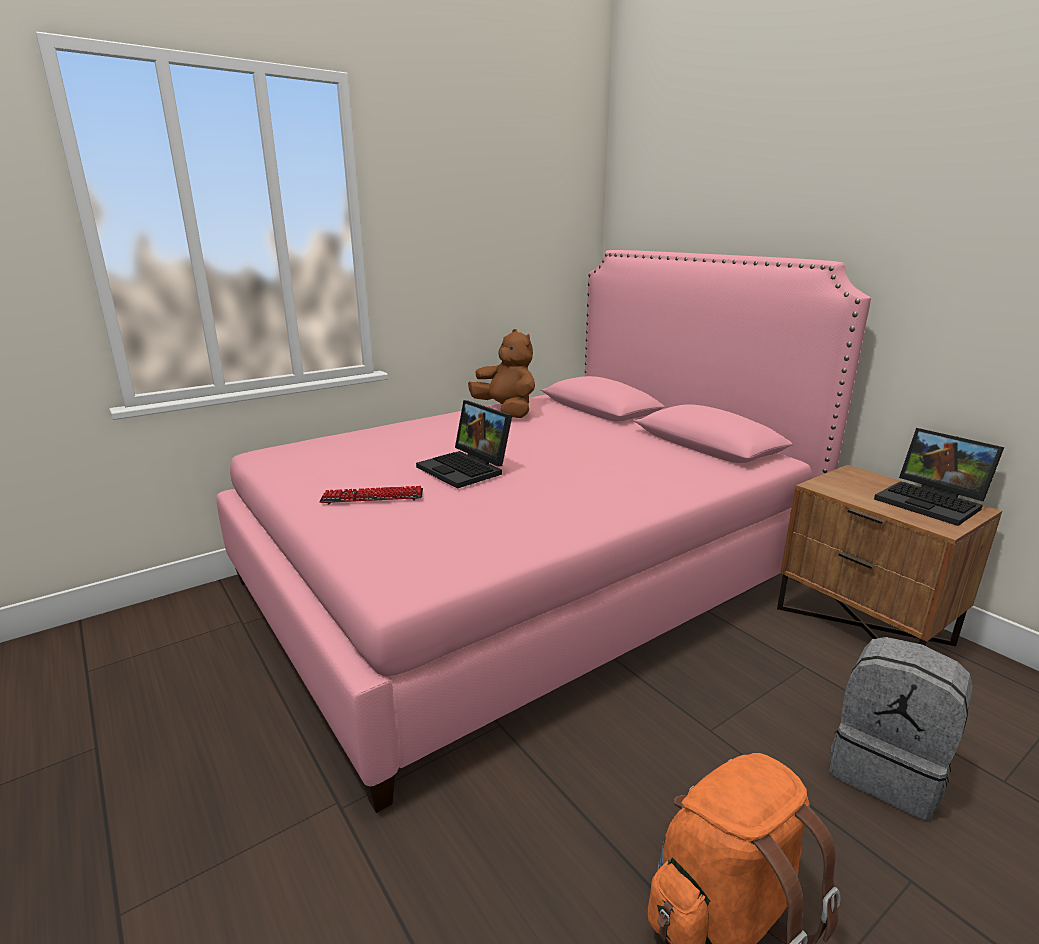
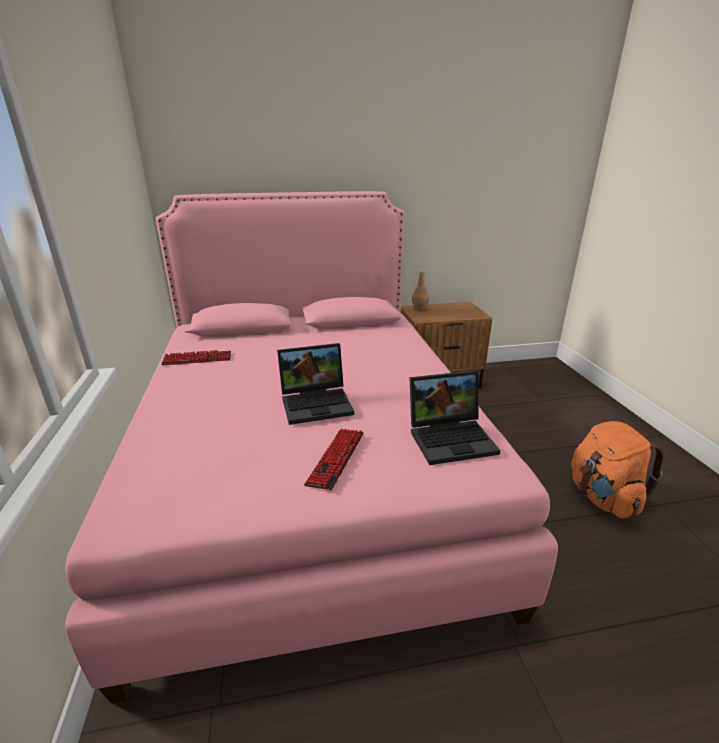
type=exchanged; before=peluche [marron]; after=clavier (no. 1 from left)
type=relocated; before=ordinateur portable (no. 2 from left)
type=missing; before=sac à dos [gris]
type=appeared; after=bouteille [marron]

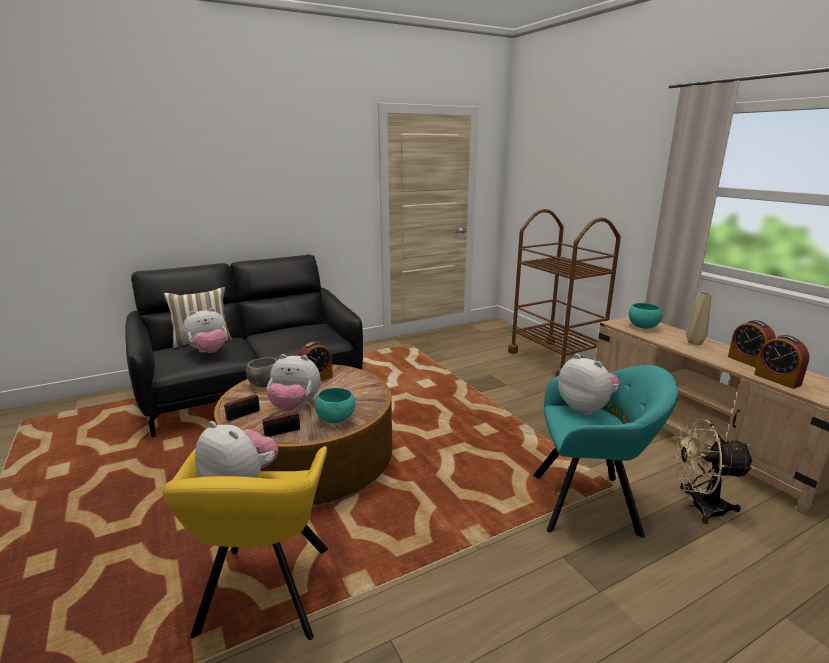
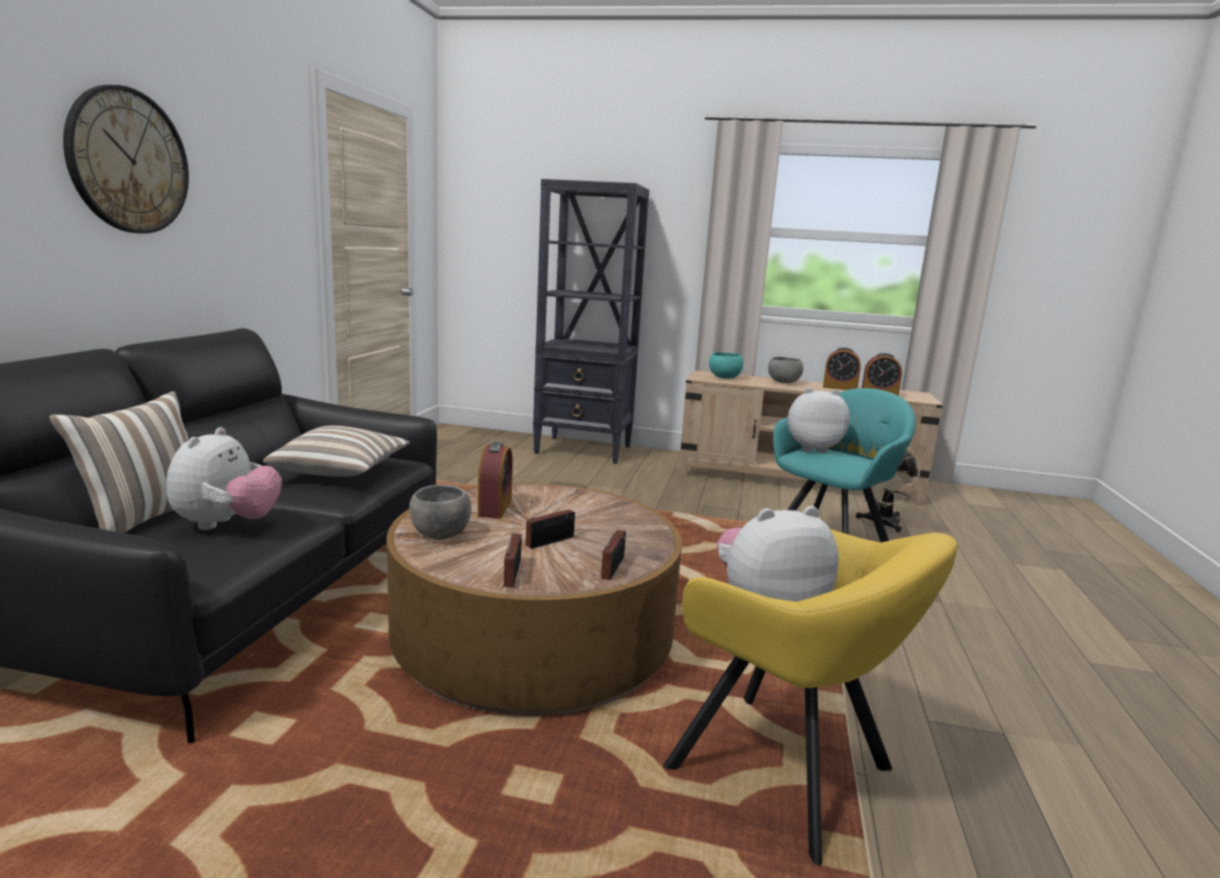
type=exchanged; before=chariot [marron]; after=bibliothèque [noir]
type=exchanged; before=vase [beige]; after=bol [gris] (no. 2 from left)
type=exchanged; before=peluche (no. 3 from left); after=radio (no. 2 from left)
type=missing; before=bol [turquoise] (no. 1 from left)
type=appeared; after=horloge murale
type=appeared; after=coussin (no. 2 from left)

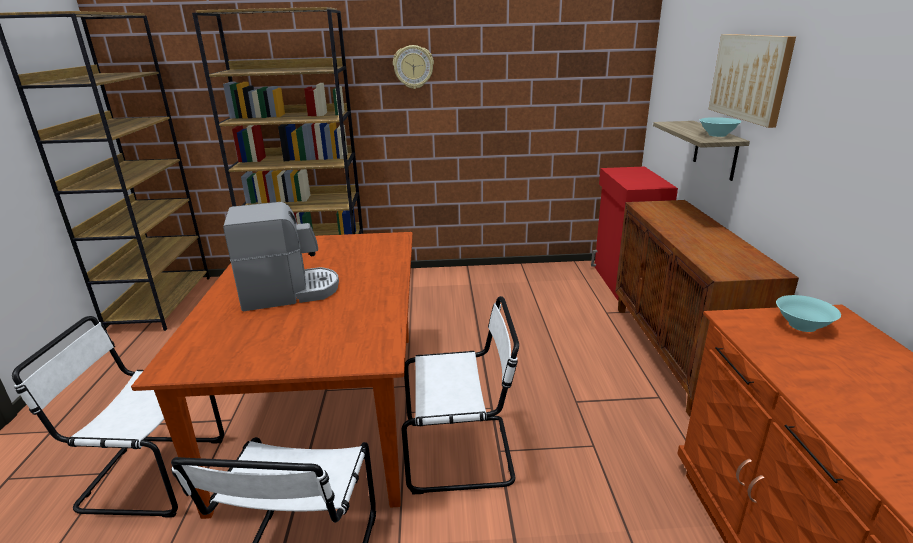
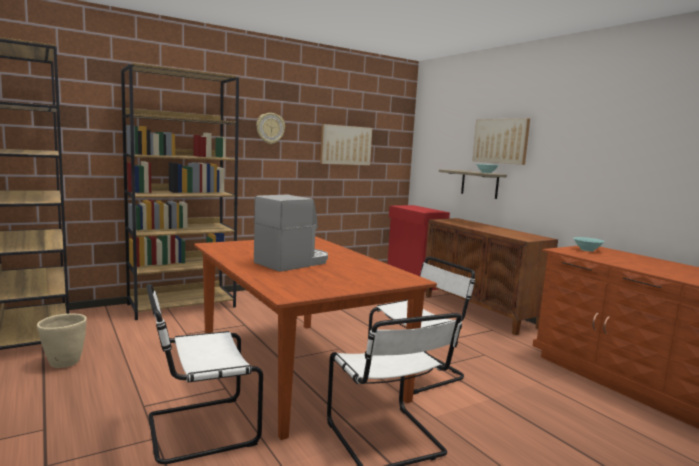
type=appeared; after=tableau (no. 1 from left)
type=appeared; after=cache-pot [beige]

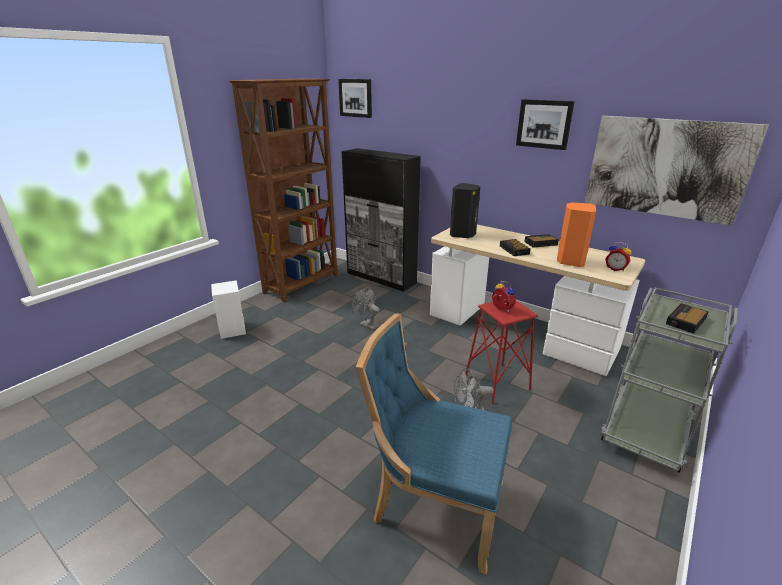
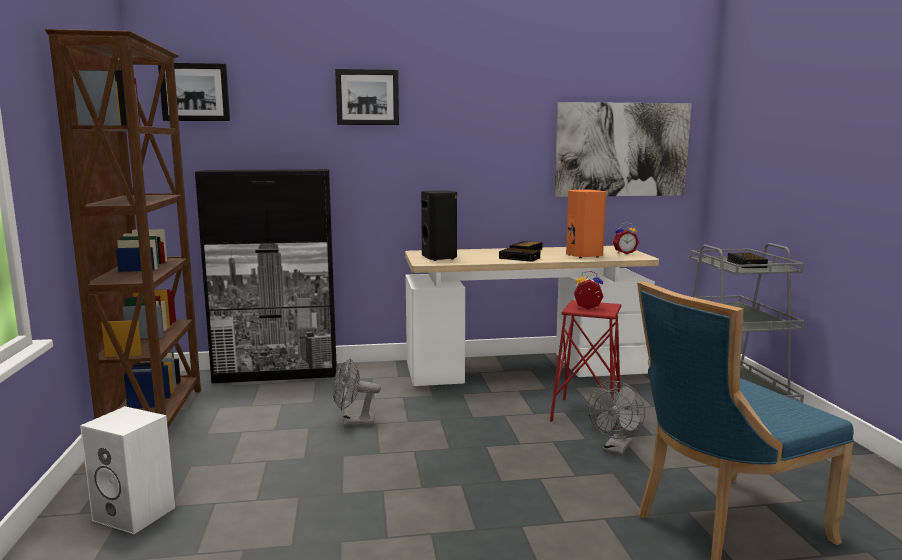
type=relocated; before=tableau (no. 2 from left)

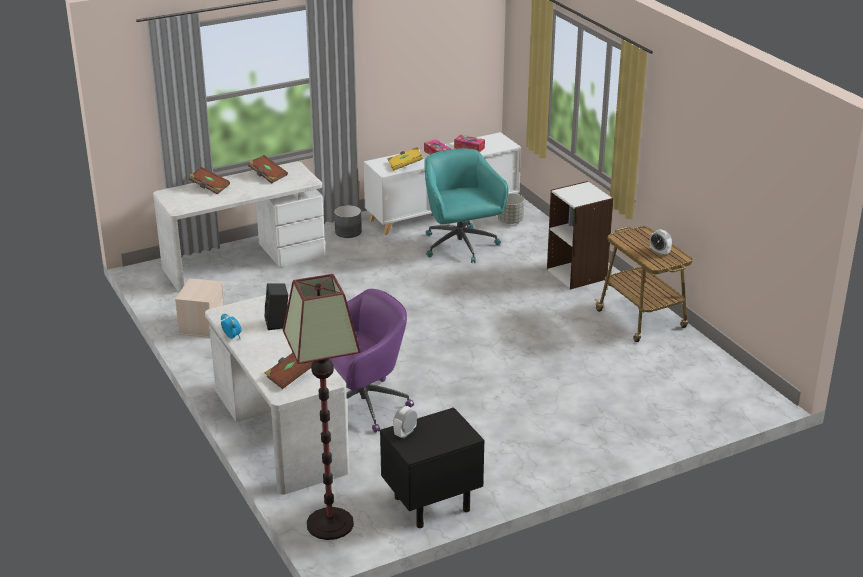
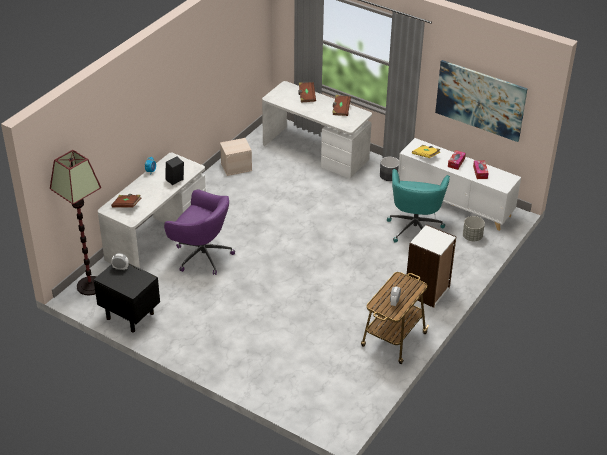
type=spun; before=chaise de bureau [turquoise]; turn=150
type=appeared; after=tableau

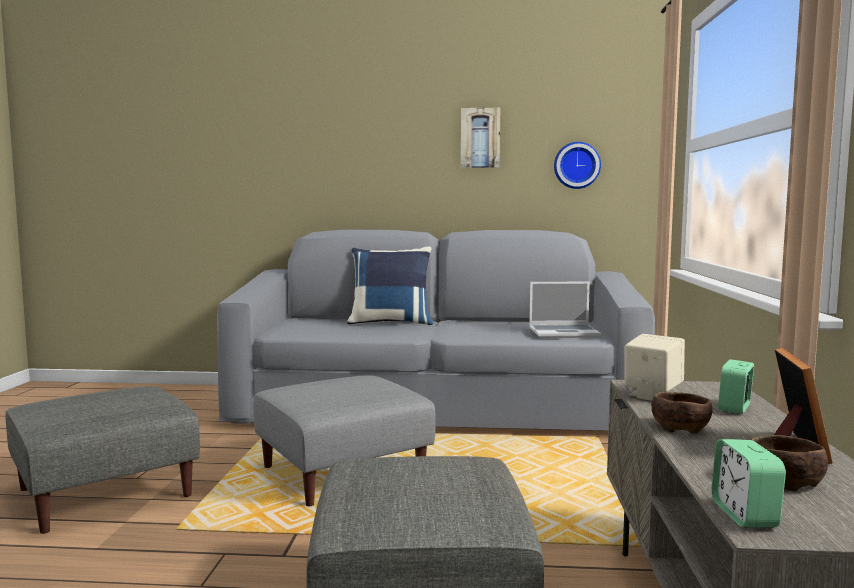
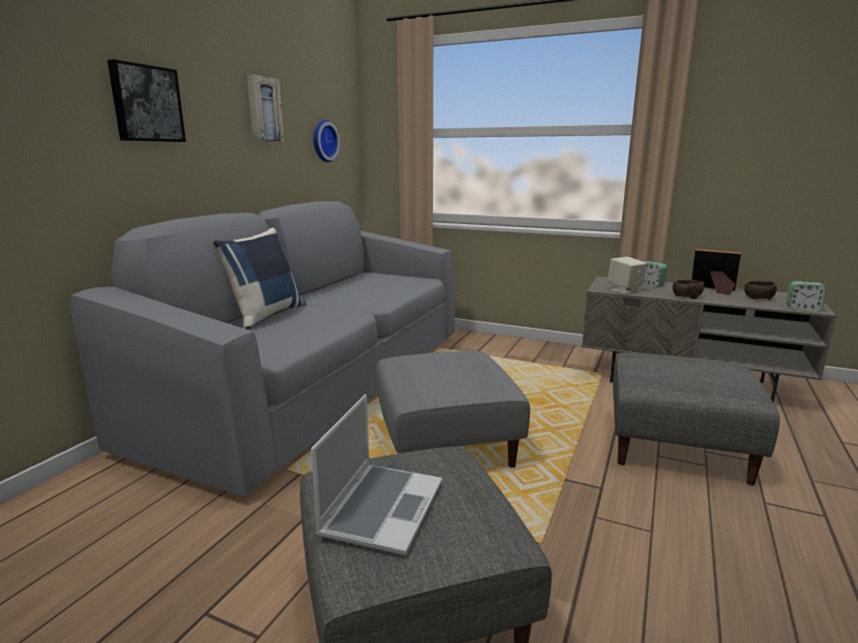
type=relocated; before=ordinateur portable
type=appeared; after=tableau (no. 1 from left)

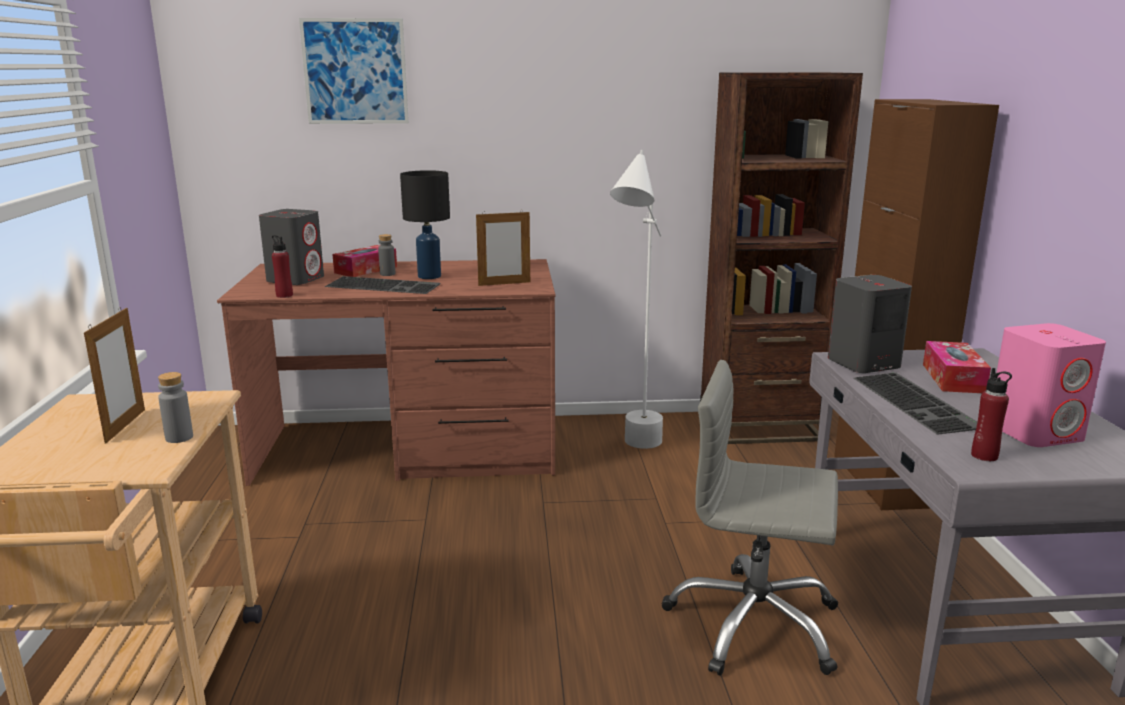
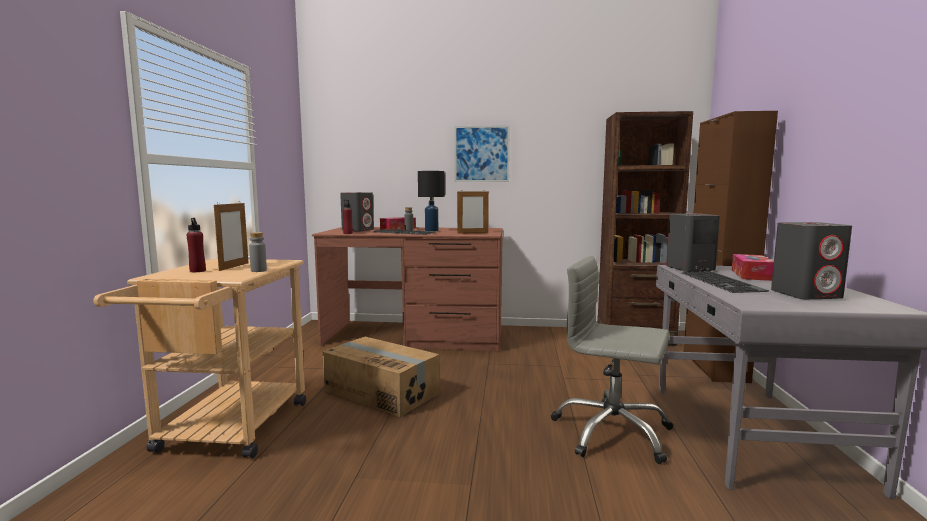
type=relocated; before=tableau
type=missing; before=lampadaire [blanc]
type=colour; before=enceinte [rose]; after=enceinte [gris] (no. 3 from left)
type=relocated; before=bouteille [rouge] (no. 2 from left in the first image); after=bouteille [rouge] (no. 1 from left)
type=appeared; after=carton

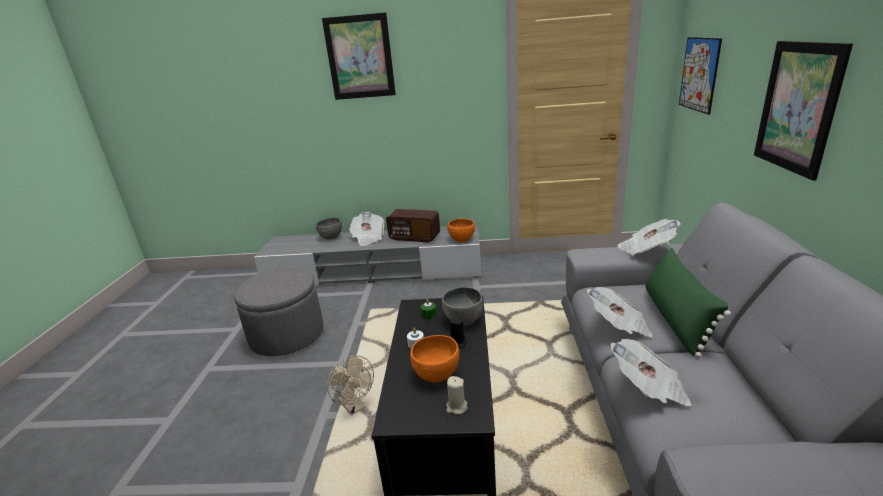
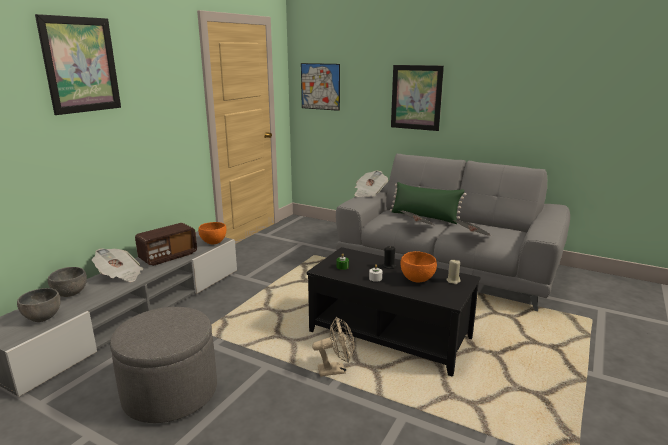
type=relocated; before=bol [gris] (no. 2 from left in the first image); after=bol [gris] (no. 1 from left)

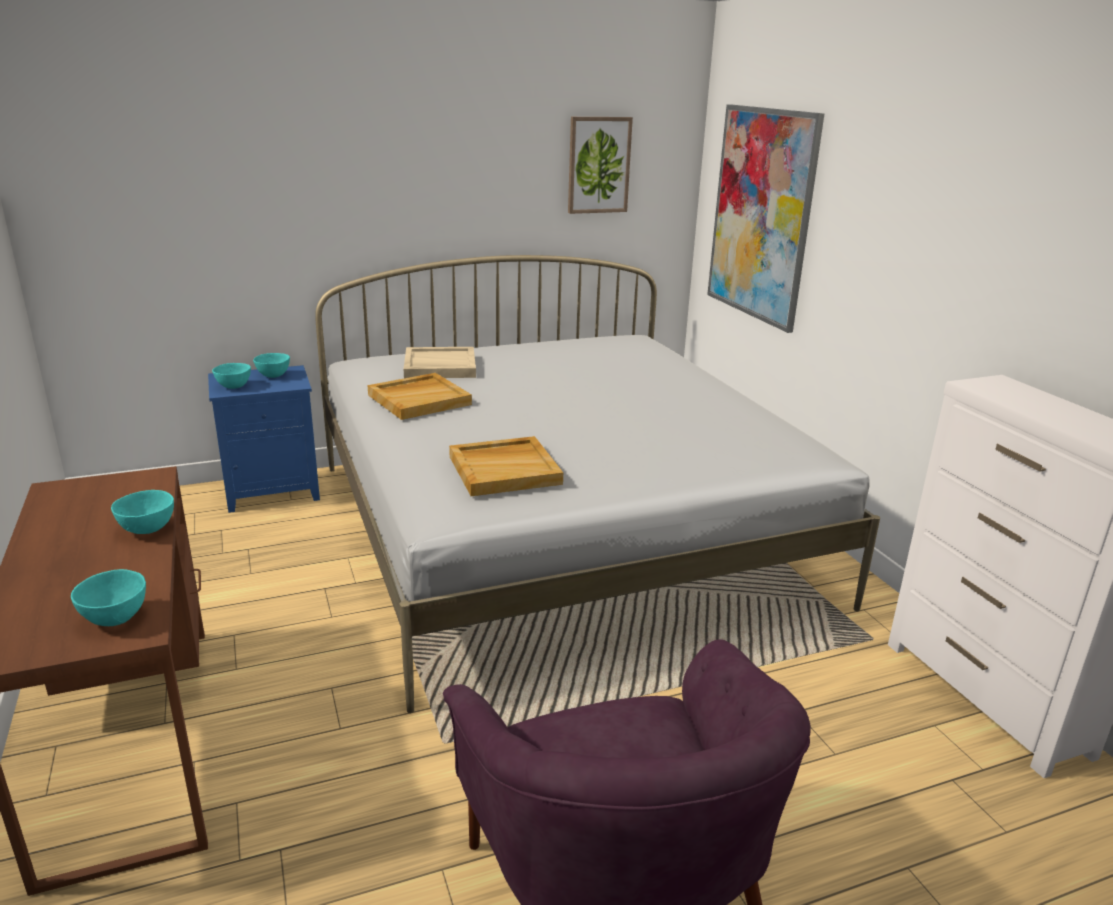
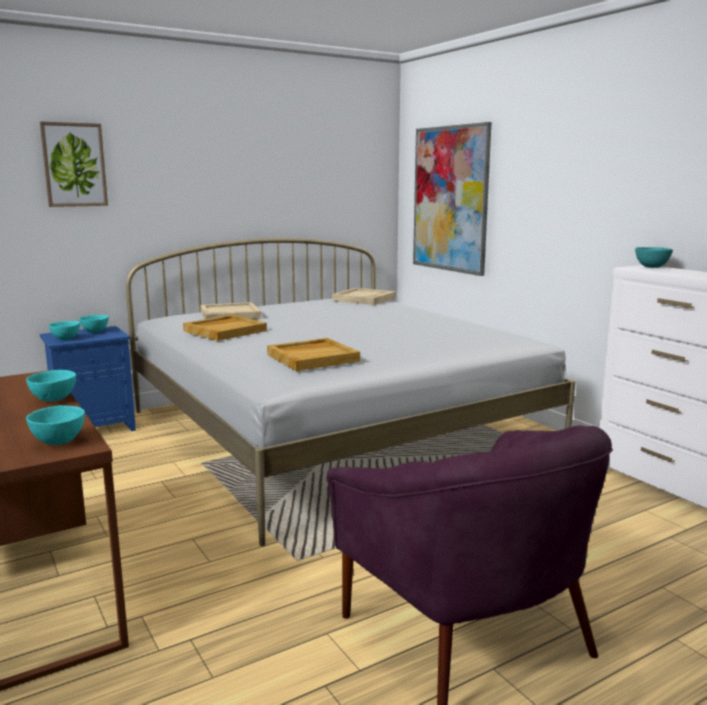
type=relocated; before=tableau (no. 1 from left)
type=appeared; after=bol [turquoise] (no. 5 from left)
type=appeared; after=plateau [beige] (no. 4 from left)

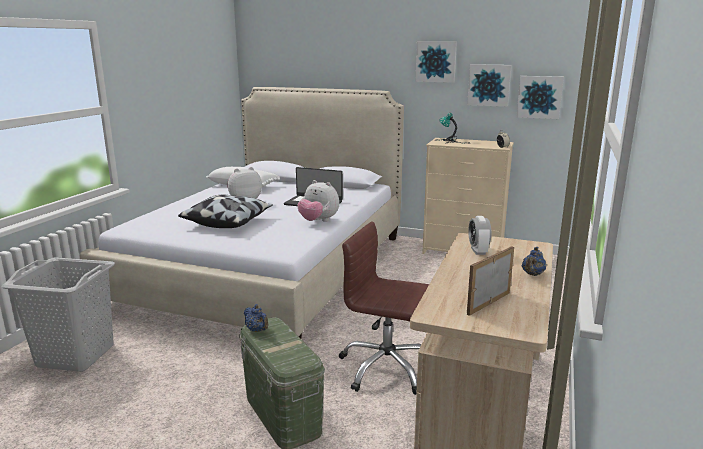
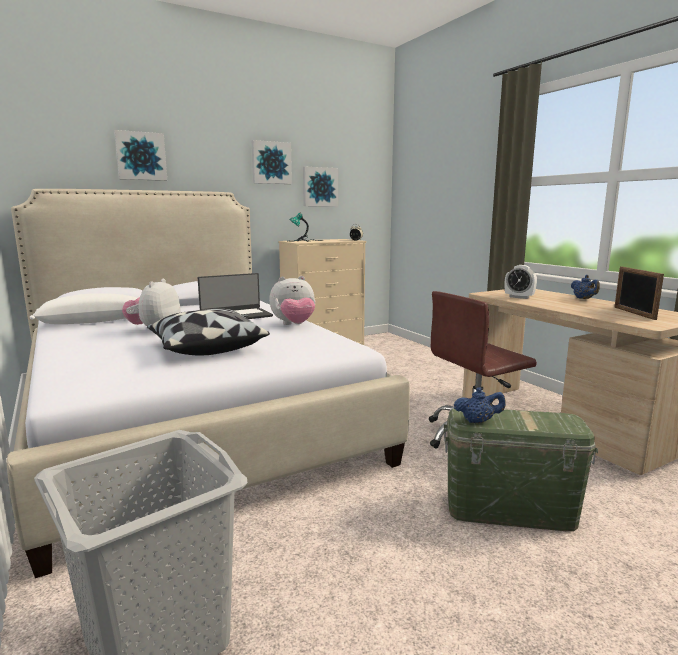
type=relocated; before=tableau (no. 3 from left in the first image); after=tableau (no. 1 from left)

